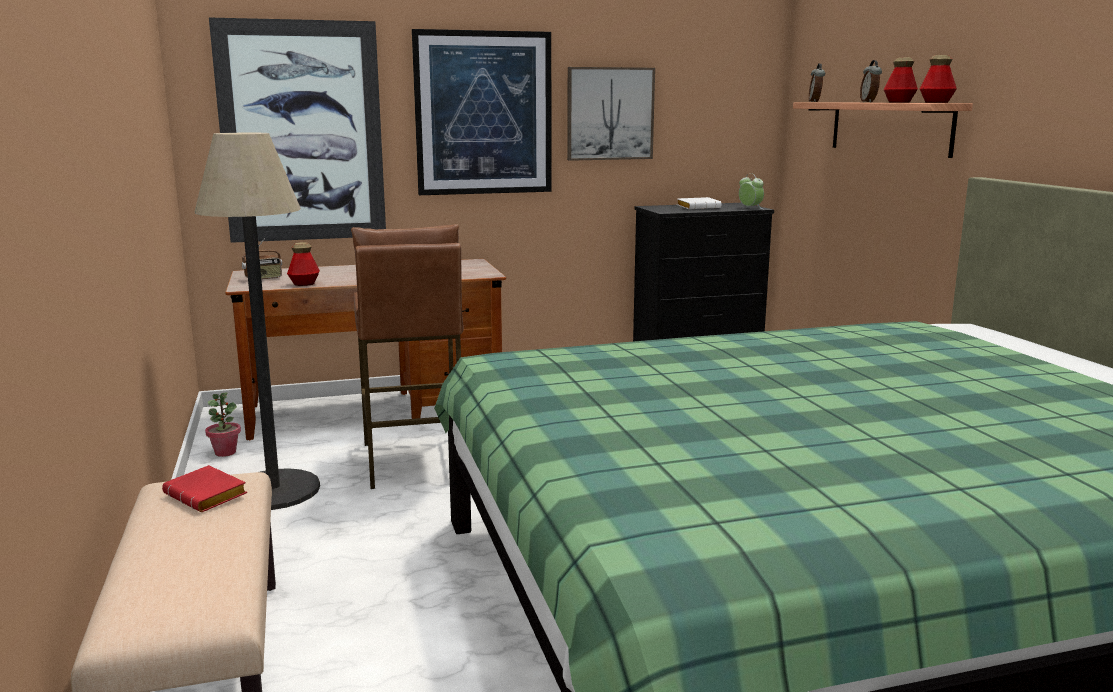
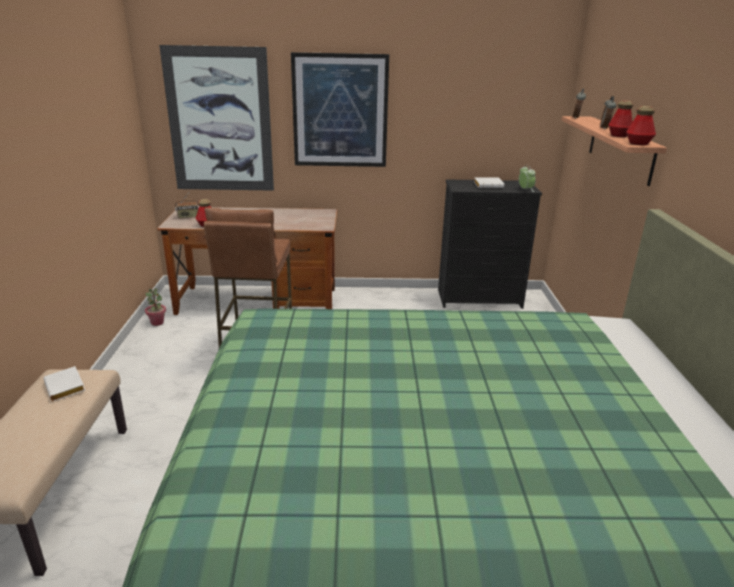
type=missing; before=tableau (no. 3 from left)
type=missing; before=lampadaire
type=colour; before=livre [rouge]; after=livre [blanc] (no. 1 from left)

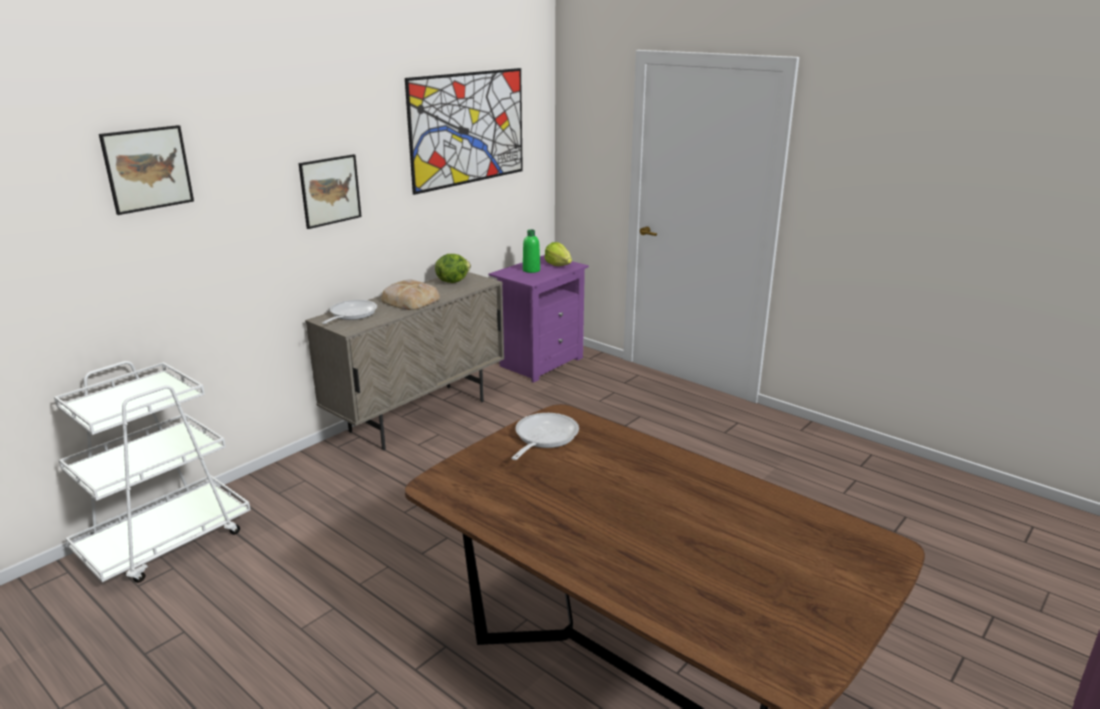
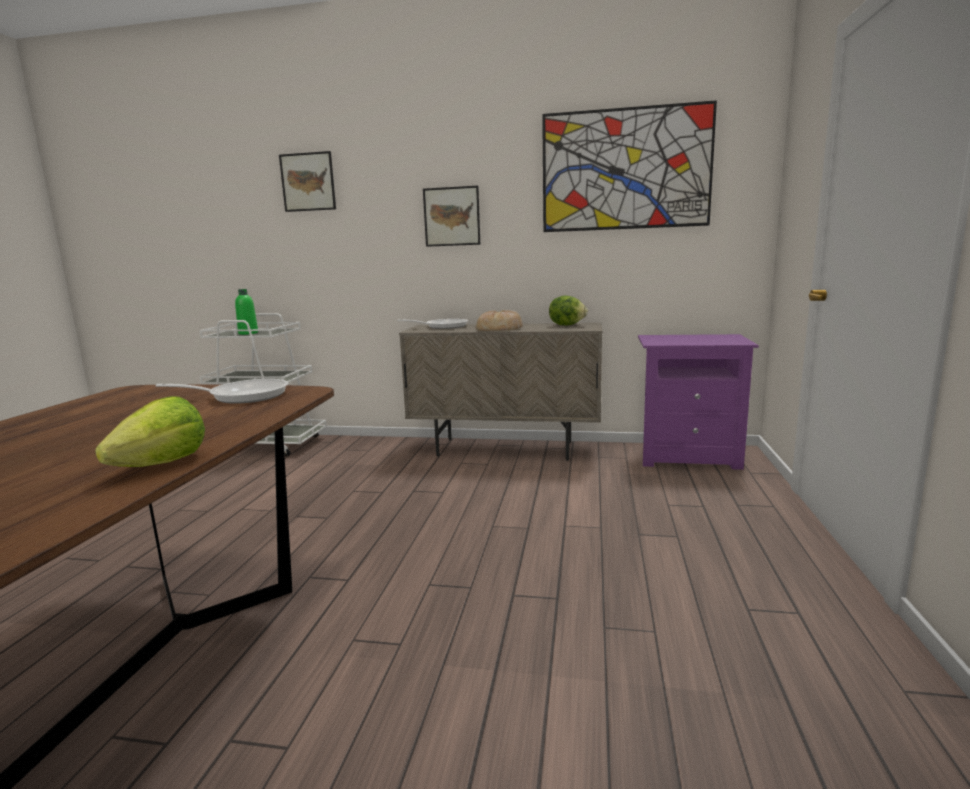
type=relocated; before=bouteille [vert]
type=relocated; before=laitue (no. 2 from left in the first image); after=laitue (no. 1 from left)

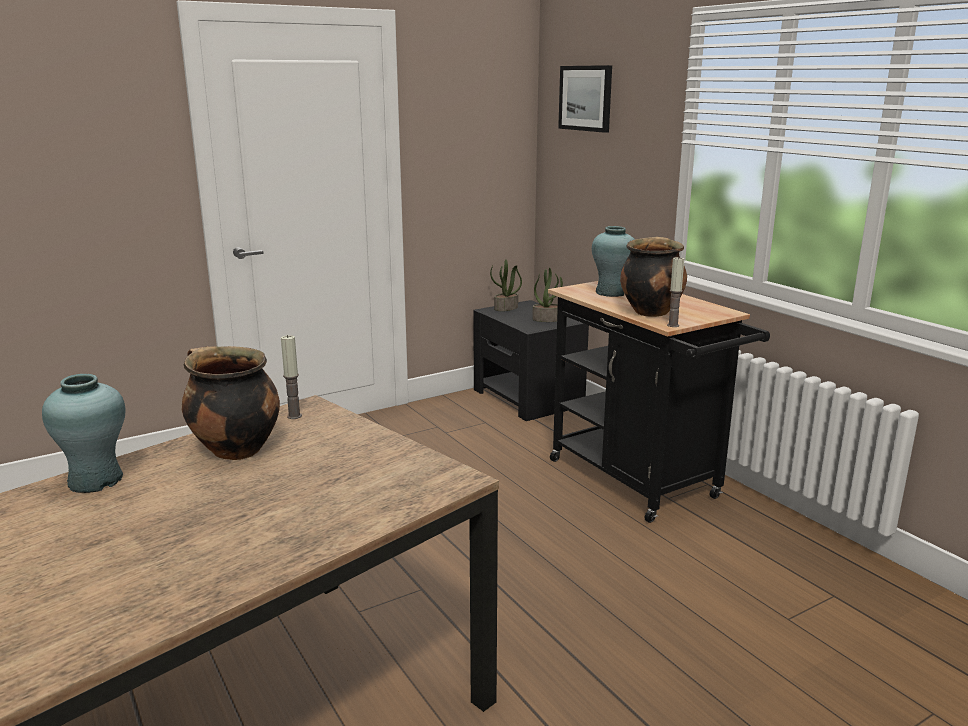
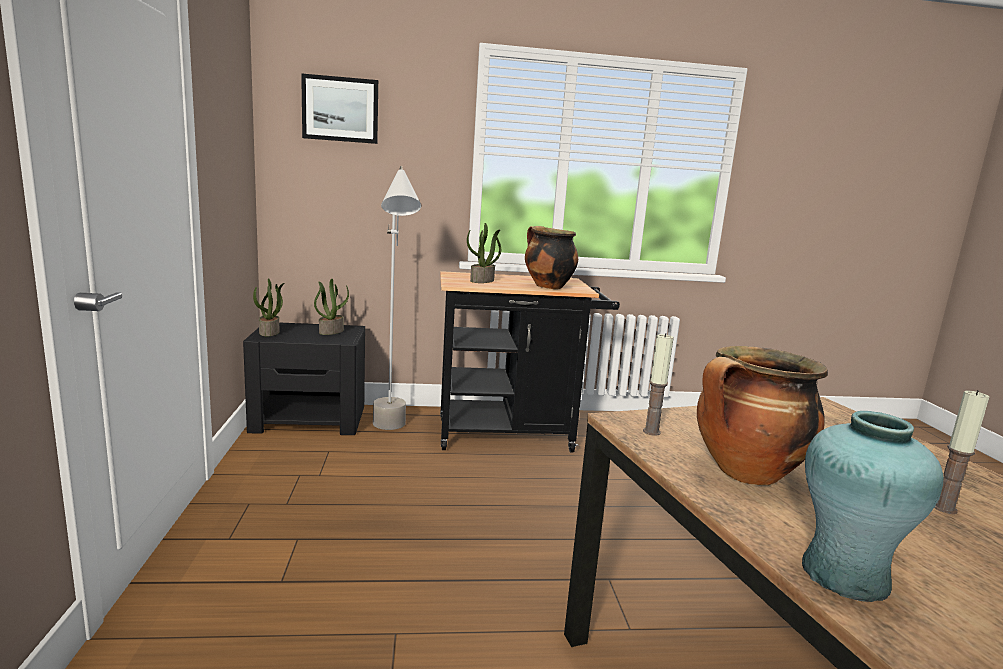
type=exchanged; before=vase [turquoise] (no. 2 from left); after=plante en pot (no. 3 from left)
type=relocated; before=bougie (no. 2 from left)
type=appeared; after=lampadaire [gris]

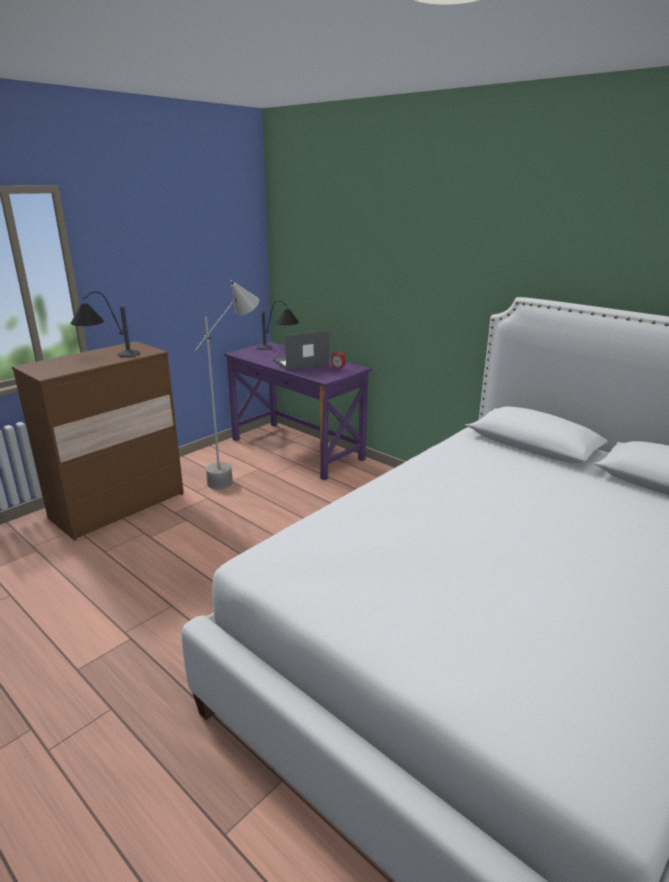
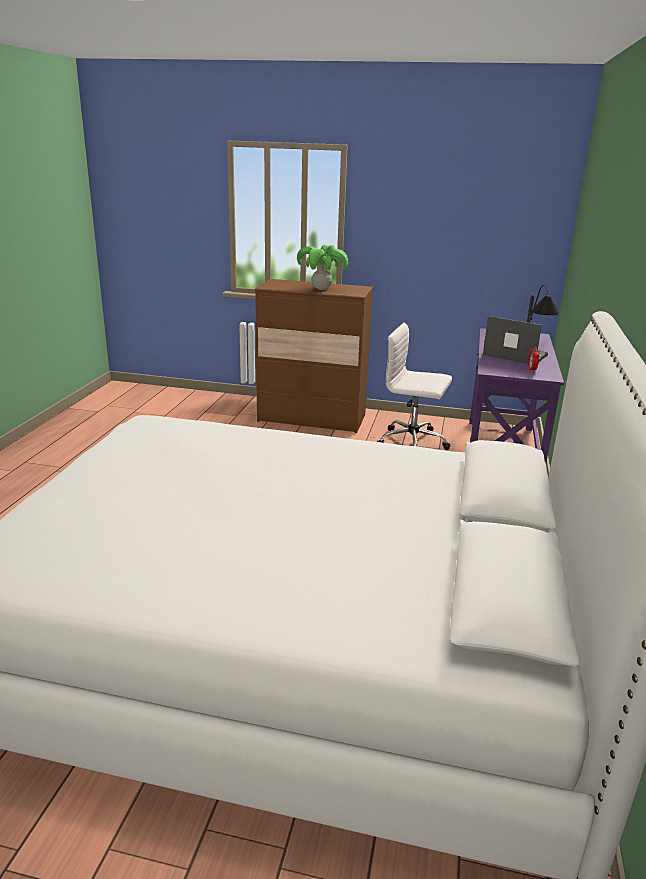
type=exchanged; before=lampadaire [gris]; after=chaise de bureau [blanc]
type=exchanged; before=lampe de table (no. 1 from left); after=plante en pot

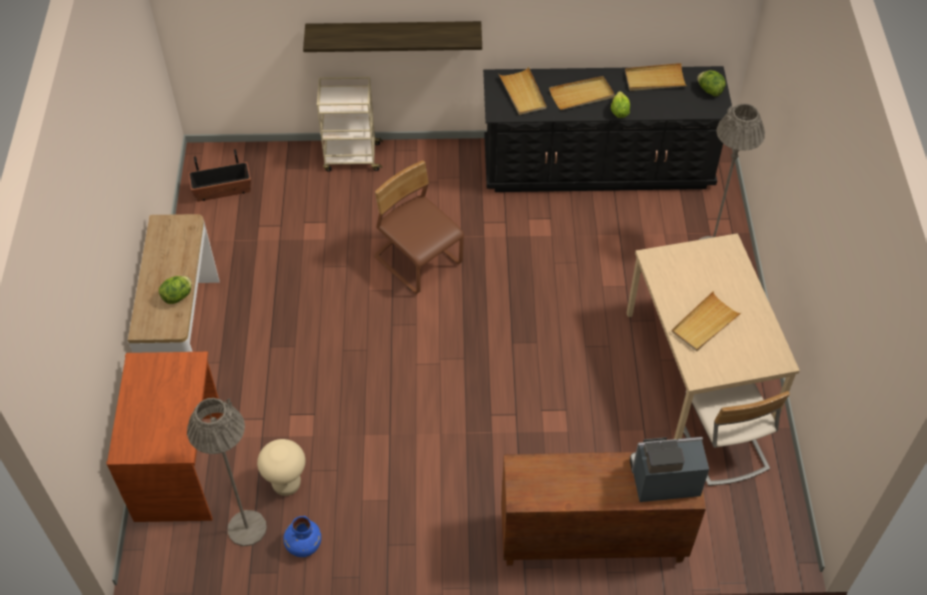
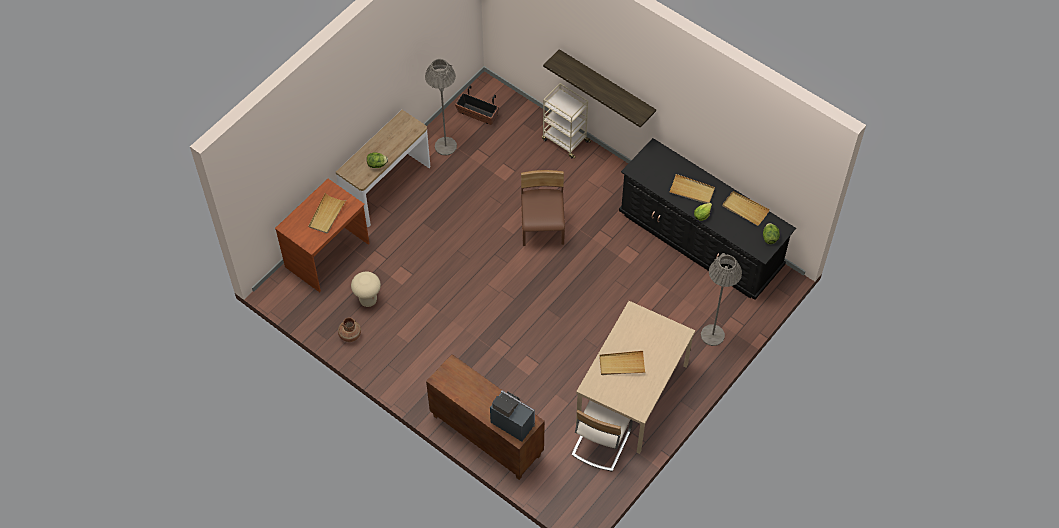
type=relocated; before=plateau [beige] (no. 1 from left)
type=relocated; before=lampadaire [gris] (no. 1 from left)
type=colour; before=vase [bleu]; after=vase [marron]

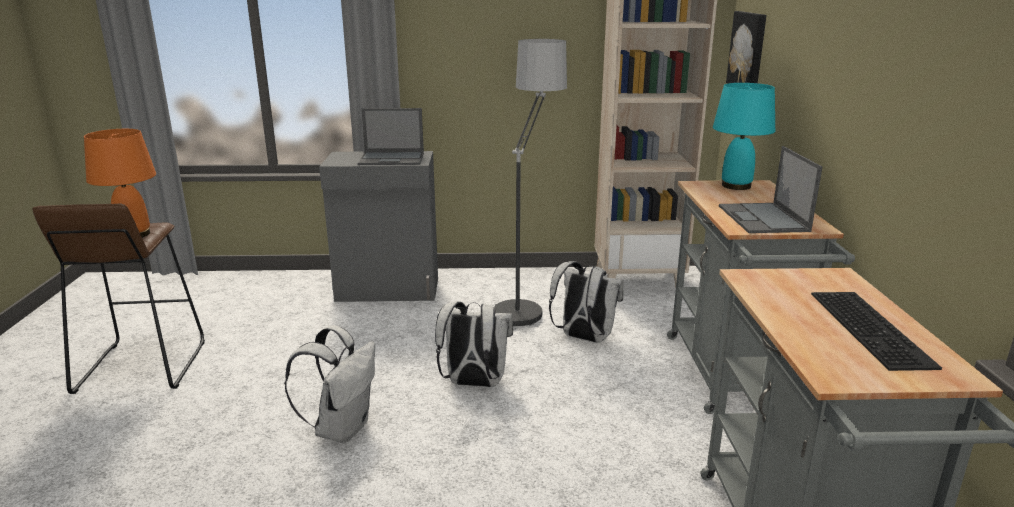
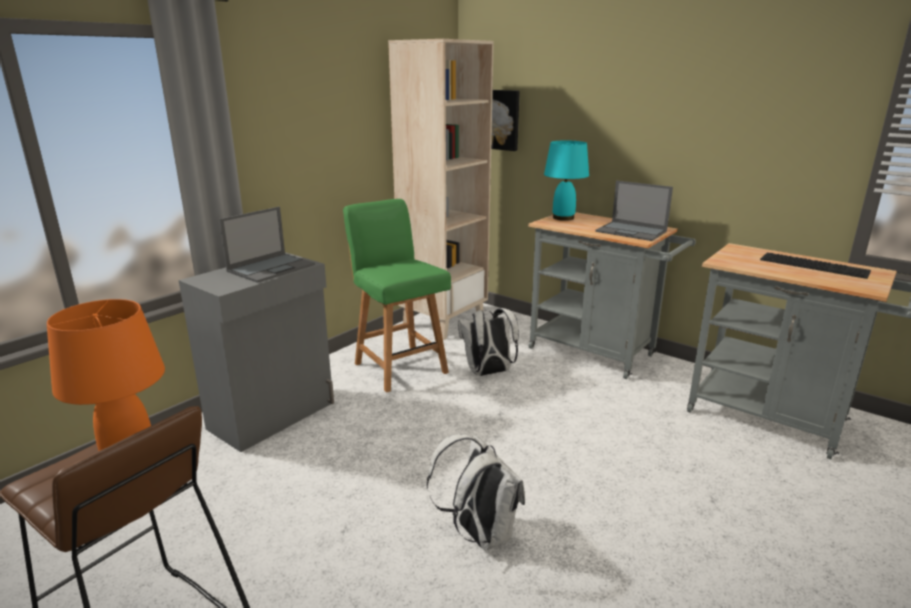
type=exchanged; before=lampadaire; after=chaise [vert]
type=missing; before=sac à dos [blanc] (no. 2 from left)

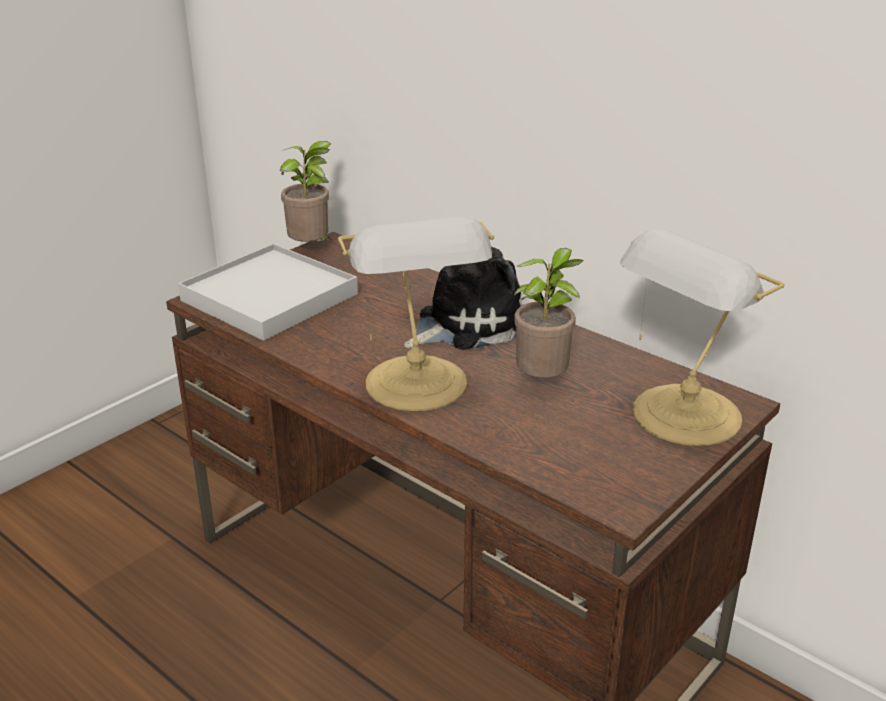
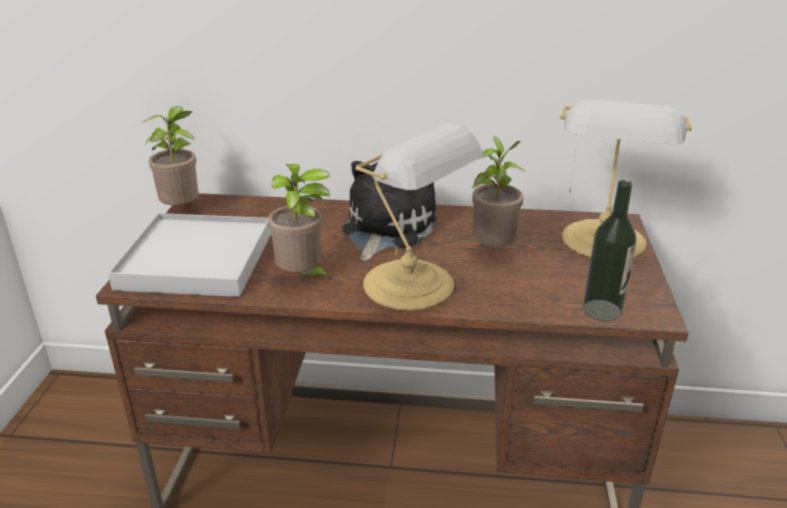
type=appeared; after=plante en pot (no. 2 from left)
type=appeared; after=bouteille

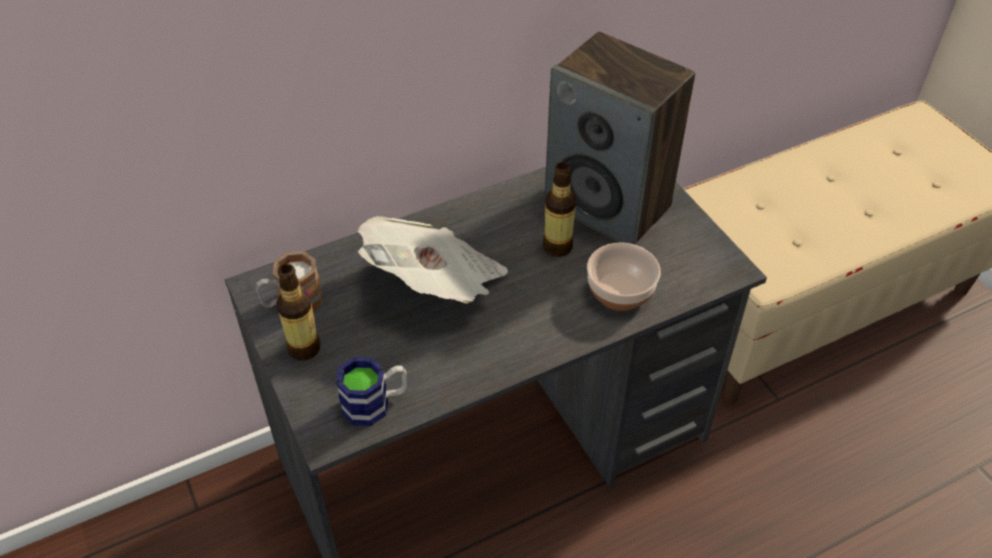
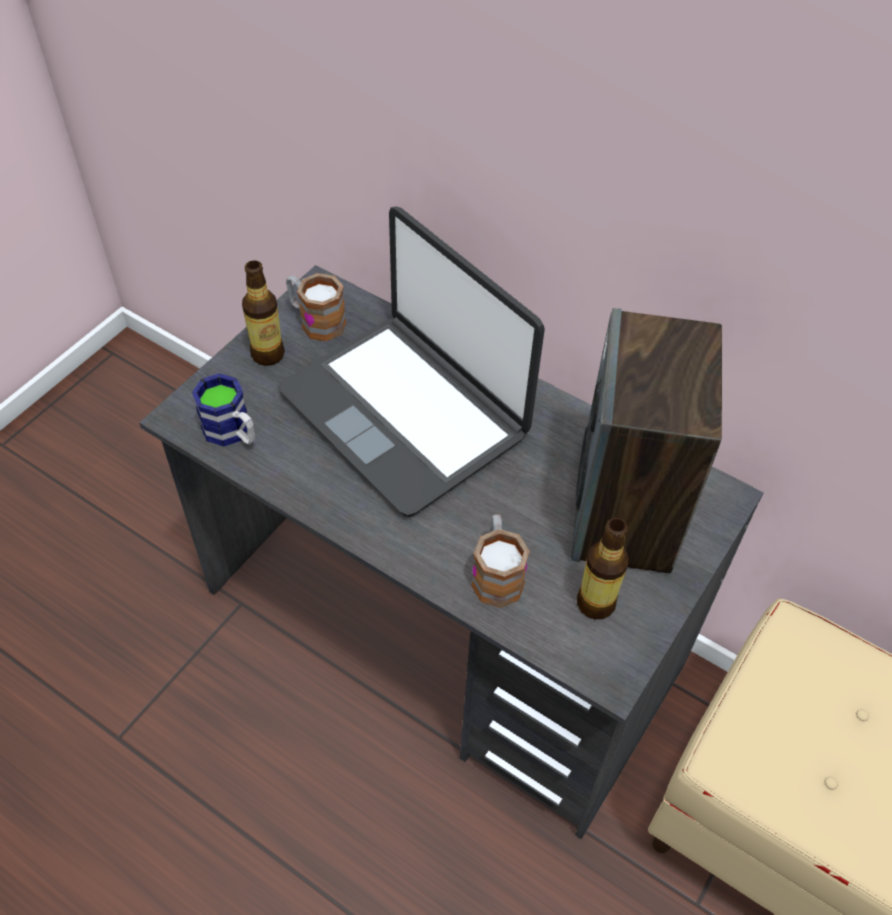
type=relocated; before=bouteille (no. 2 from left)
type=exchanged; before=journal; after=ordinateur portable
type=exchanged; before=bol; after=mug (no. 3 from left)

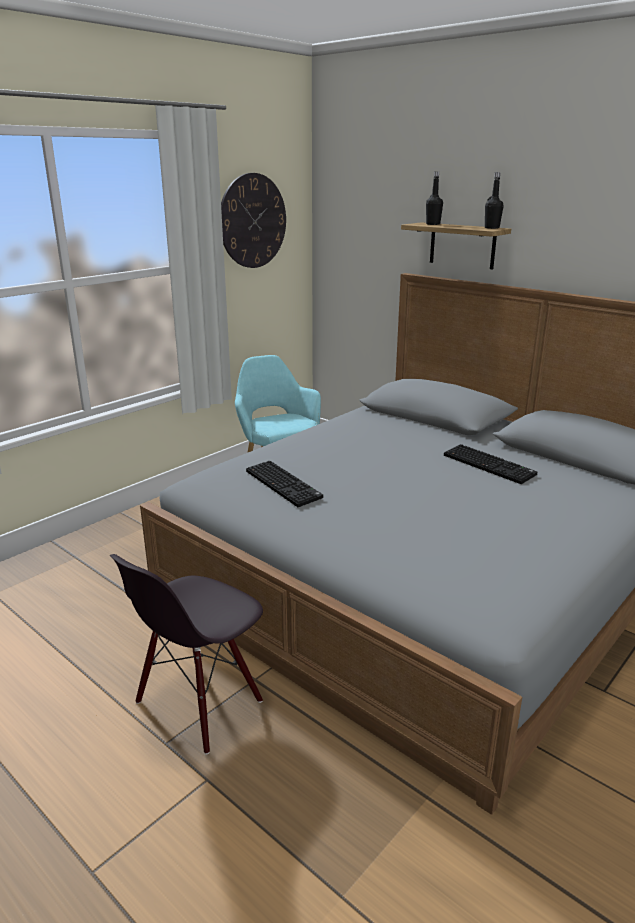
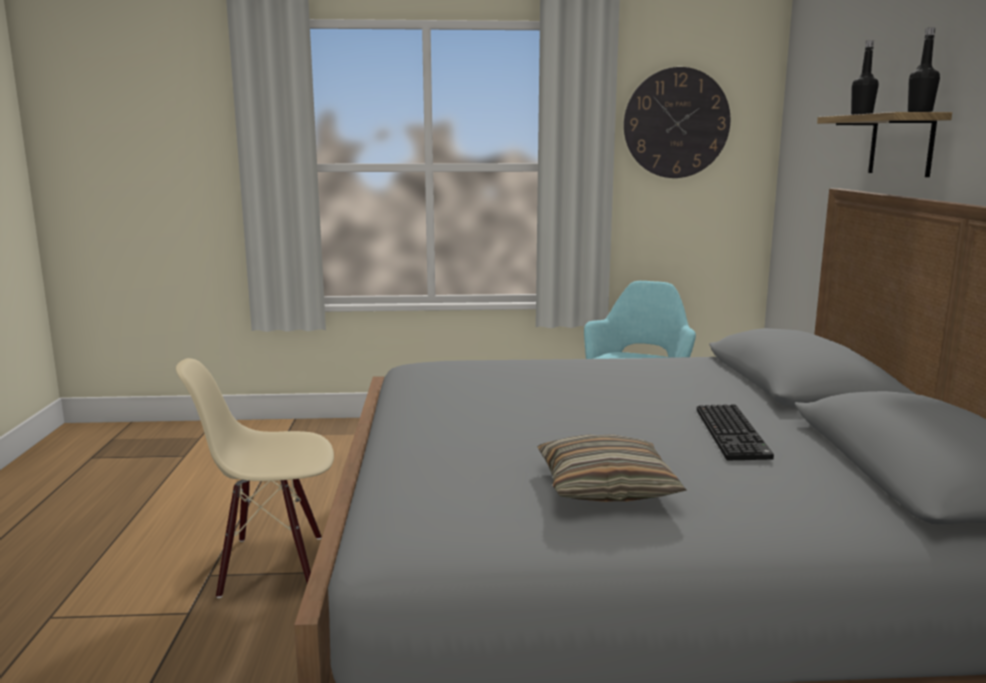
type=missing; before=clavier (no. 1 from left)
type=colour; before=chaise [noir]; after=chaise [beige]
type=appeared; after=coussin

